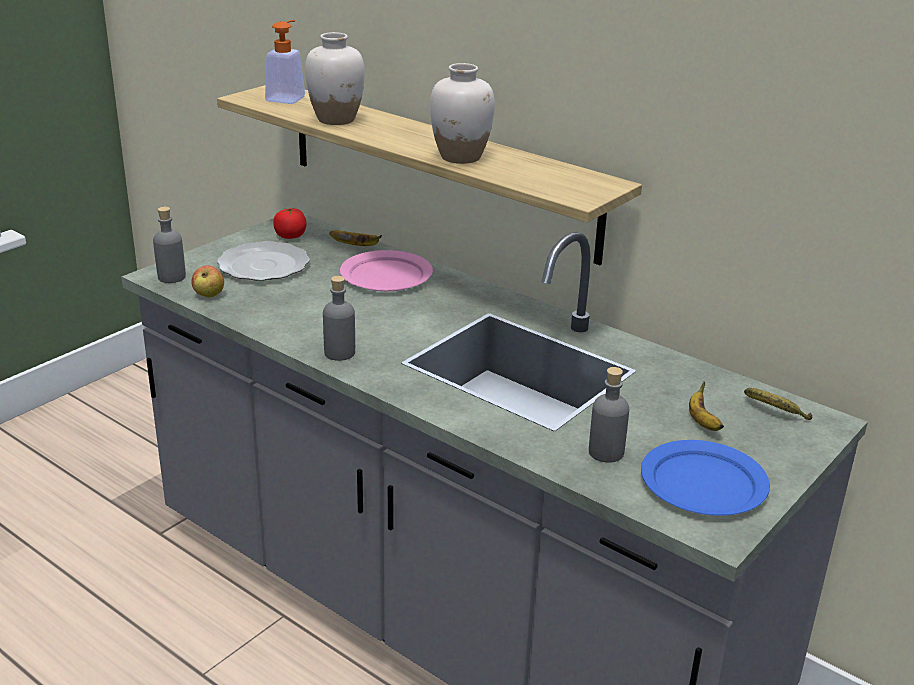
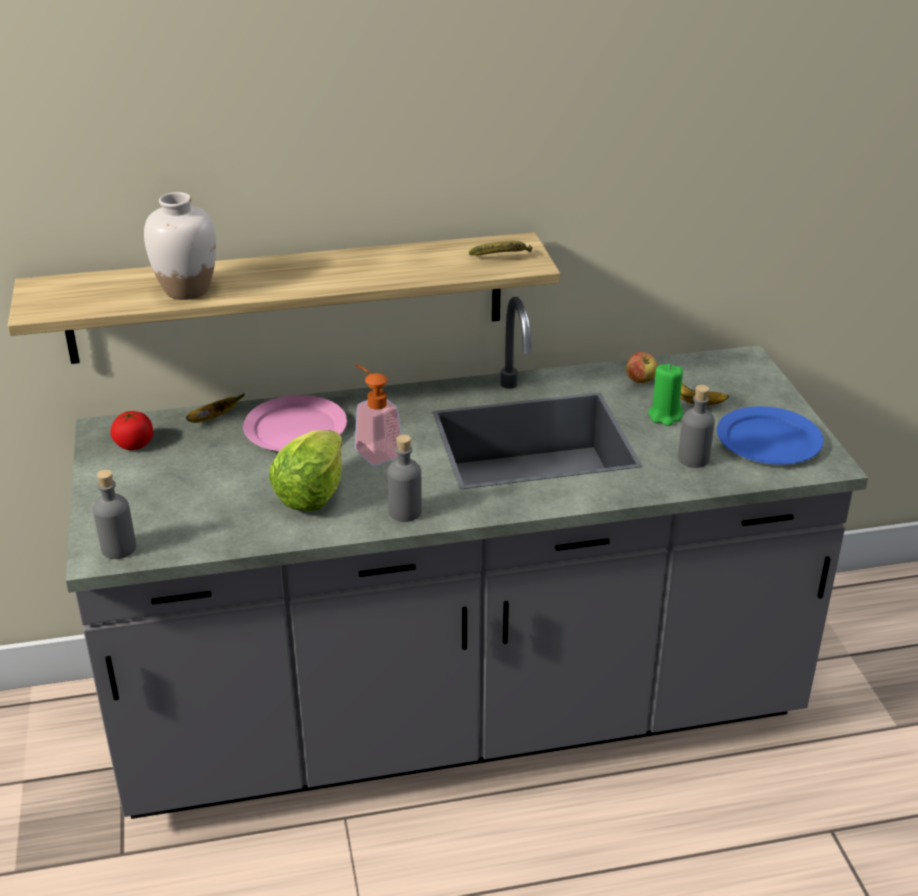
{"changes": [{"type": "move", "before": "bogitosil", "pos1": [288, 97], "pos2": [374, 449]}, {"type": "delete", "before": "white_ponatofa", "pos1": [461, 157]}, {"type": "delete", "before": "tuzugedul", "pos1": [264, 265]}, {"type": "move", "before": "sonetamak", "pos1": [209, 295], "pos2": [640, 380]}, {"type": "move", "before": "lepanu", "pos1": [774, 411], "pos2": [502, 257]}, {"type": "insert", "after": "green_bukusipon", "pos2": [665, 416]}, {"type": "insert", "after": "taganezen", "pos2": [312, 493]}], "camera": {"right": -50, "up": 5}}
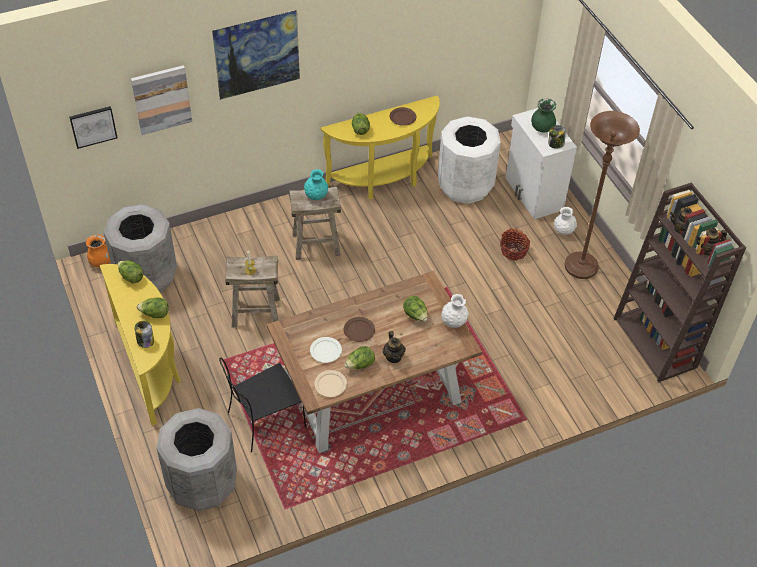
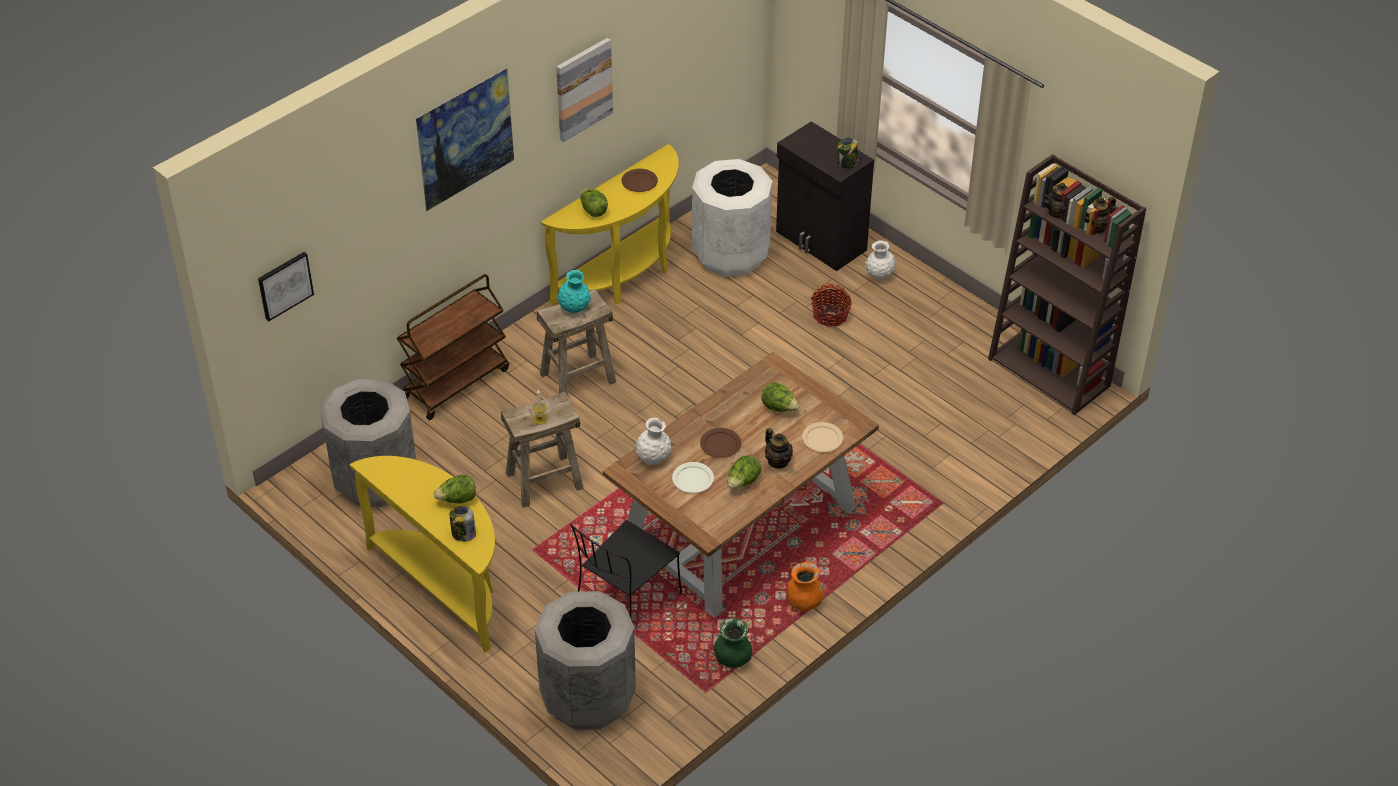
{"changes": [{"type": "move", "before": "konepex", "pos1": [161, 99], "pos2": [583, 88]}, {"type": "move", "before": "green_ponatofa", "pos1": [542, 128], "pos2": [732, 659]}, {"type": "recolor", "before": "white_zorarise", "after": "black_zorarise", "pos1": [533, 194], "pos2": [820, 242]}, {"type": "delete", "before": "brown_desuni", "pos1": [581, 267]}, {"type": "move", "before": "orange_ponatofa", "pos1": [101, 262], "pos2": [804, 602]}, {"type": "delete", "before": "taganezen", "pos1": [131, 277]}, {"type": "move", "before": "white_ponatofa", "pos1": [453, 322], "pos2": [653, 458]}, {"type": "move", "before": "beige_tuzugedul", "pos1": [330, 385], "pos2": [822, 439]}, {"type": "insert", "after": "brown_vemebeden", "pos2": [456, 383]}], "camera": {"right": -20, "up": -5}}
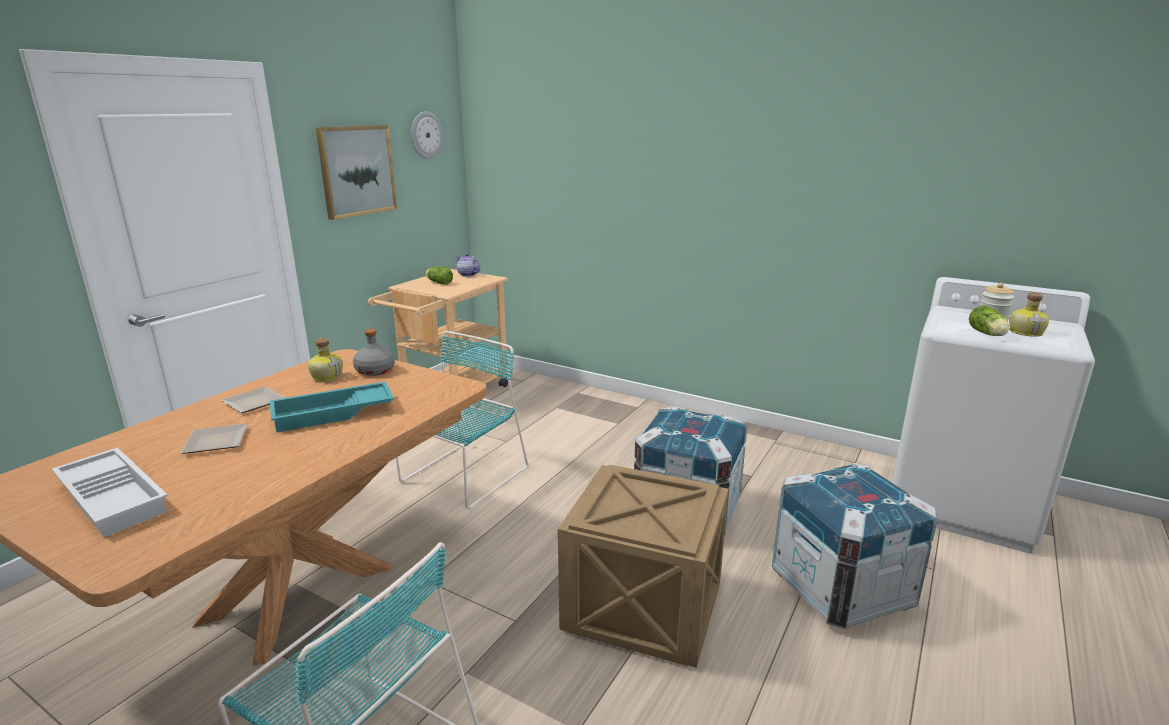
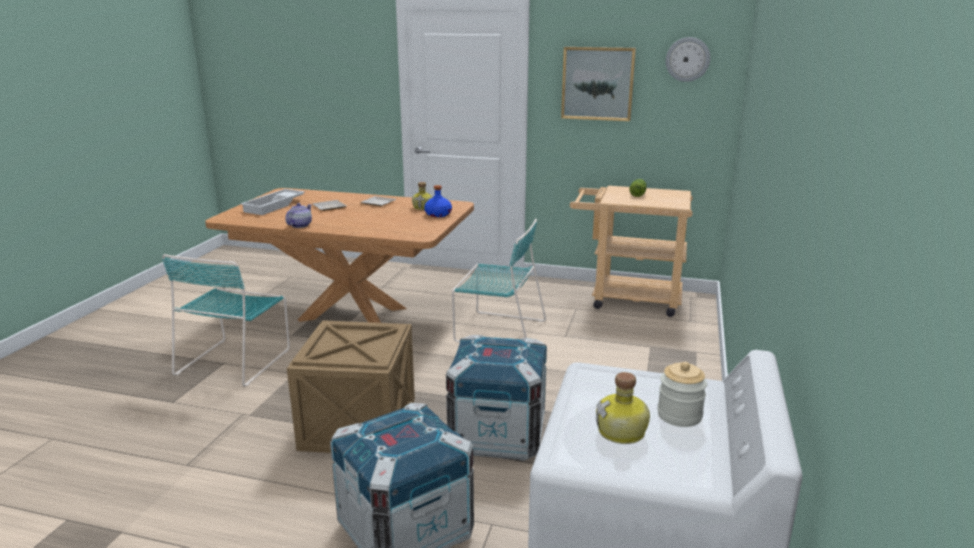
{"changes": [{"type": "move", "before": "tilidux", "pos1": [467, 274], "pos2": [300, 225]}, {"type": "delete", "before": "taganezen", "pos1": [987, 334]}, {"type": "recolor", "before": "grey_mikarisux", "after": "blue_mikarisux", "pos1": [374, 371], "pos2": [438, 214]}, {"type": "delete", "before": "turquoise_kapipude", "pos1": [333, 414]}], "camera": {"right": 75, "up": 0}}
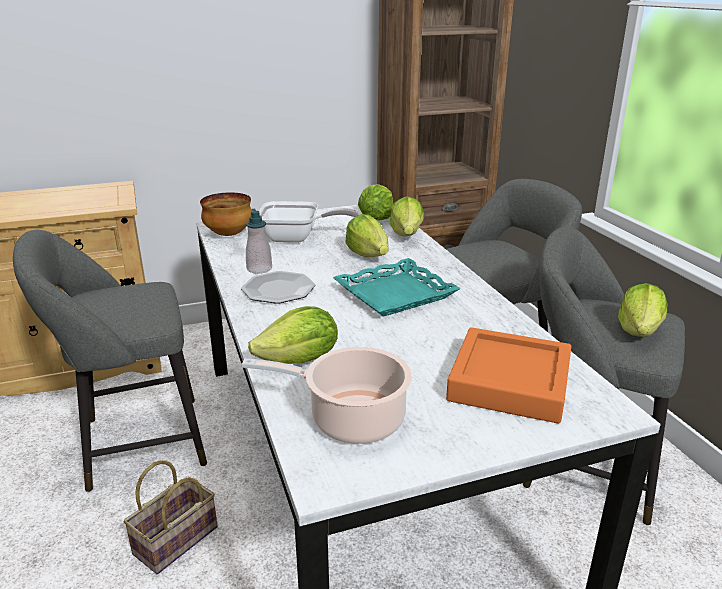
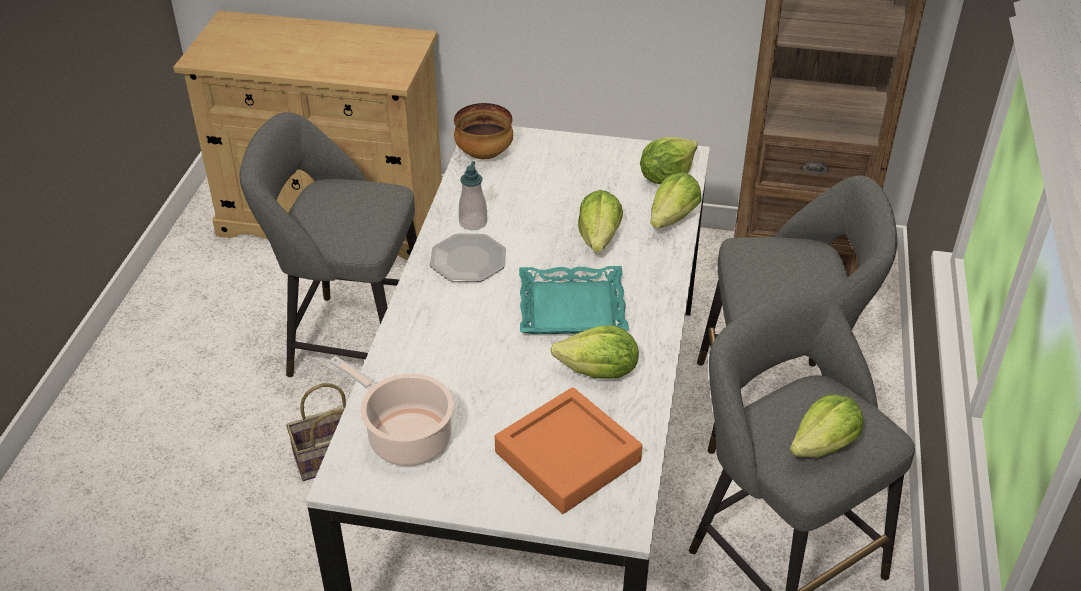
{"changes": [{"type": "delete", "before": "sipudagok", "pos1": [297, 238]}, {"type": "move", "before": "taganezen", "pos1": [300, 361], "pos2": [599, 372]}], "camera": {"right": 30, "up": 15}}
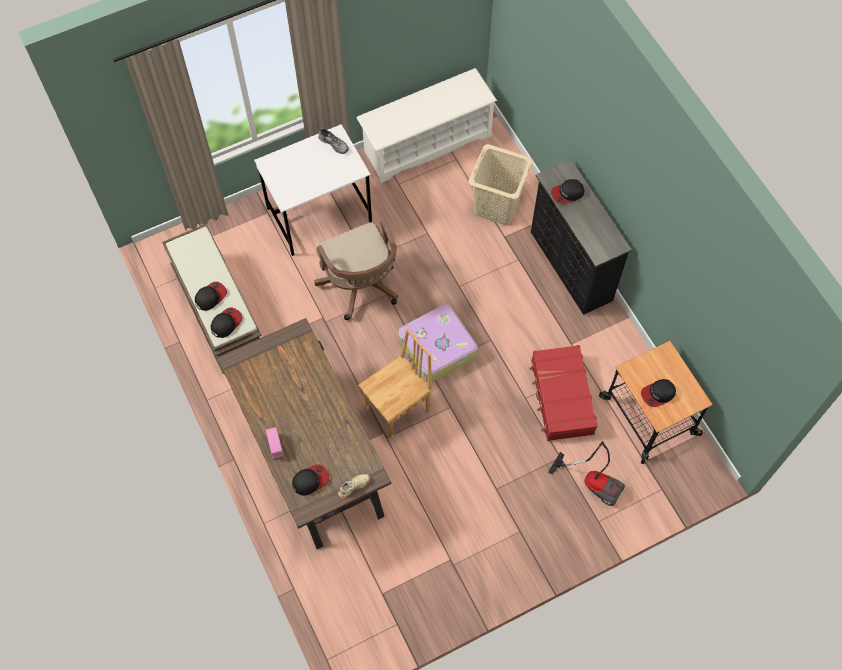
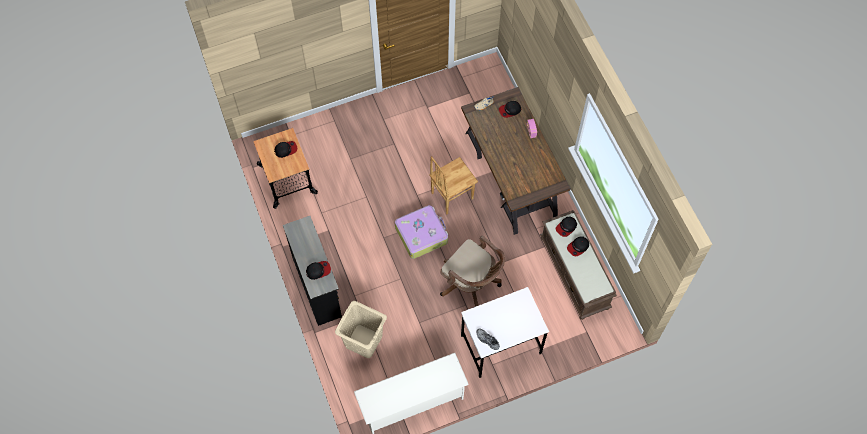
{"changes": [{"type": "rotate", "before": "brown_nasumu", "pos1": [361, 286], "pos2": [471, 284], "turn": 150}, {"type": "delete", "before": "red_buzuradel", "pos1": [561, 397]}, {"type": "delete", "before": "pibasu", "pos1": [593, 481]}], "camera": {"right": -175, "up": 0}}
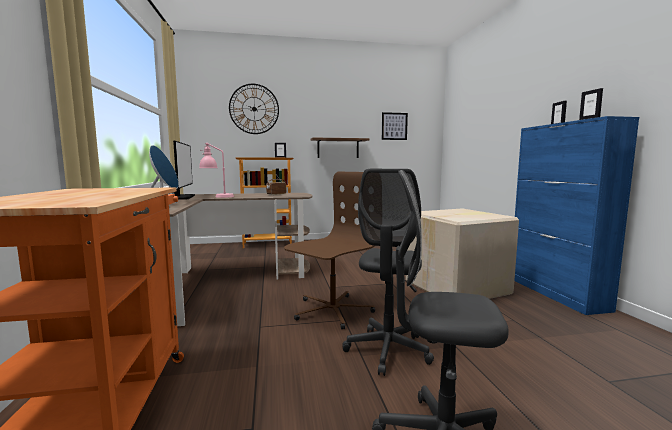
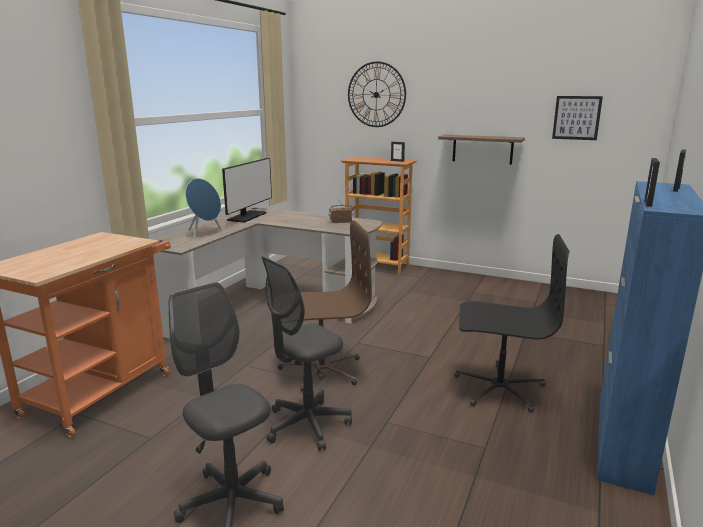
{"changes": [{"type": "delete", "before": "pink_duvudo", "pos1": [217, 196]}, {"type": "replace", "before": "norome", "after": "black_nasumu", "pos1": [458, 287], "pos2": [499, 388]}], "camera": {"right": 35, "up": 10}}
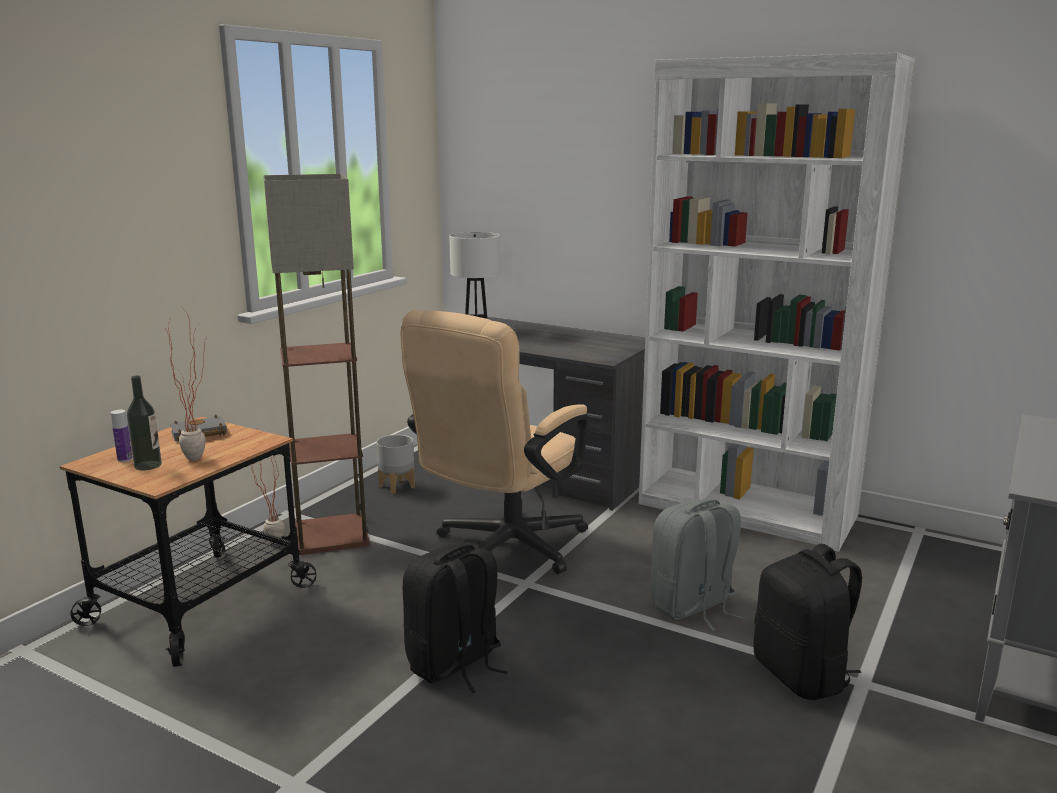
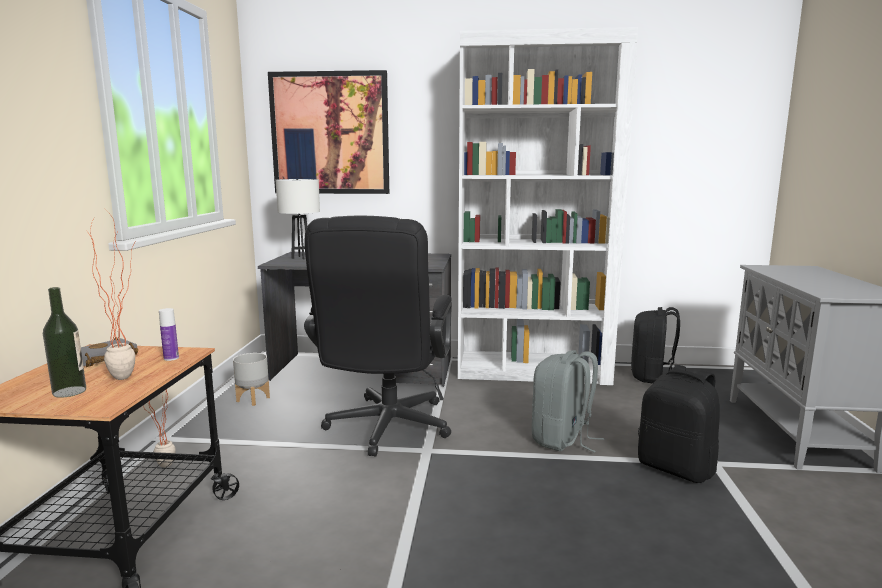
{"changes": [{"type": "delete", "before": "desuni", "pos1": [332, 534]}, {"type": "recolor", "before": "beige_nasumu", "after": "black_nasumu", "pos1": [502, 550], "pos2": [385, 430]}, {"type": "move", "before": "mikarisux", "pos1": [125, 459], "pos2": [171, 358]}, {"type": "move", "before": "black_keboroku", "pos1": [455, 664], "pos2": [652, 377]}, {"type": "insert", "after": "konepex", "pos2": [330, 133]}], "camera": {"right": -25, "up": -5}}
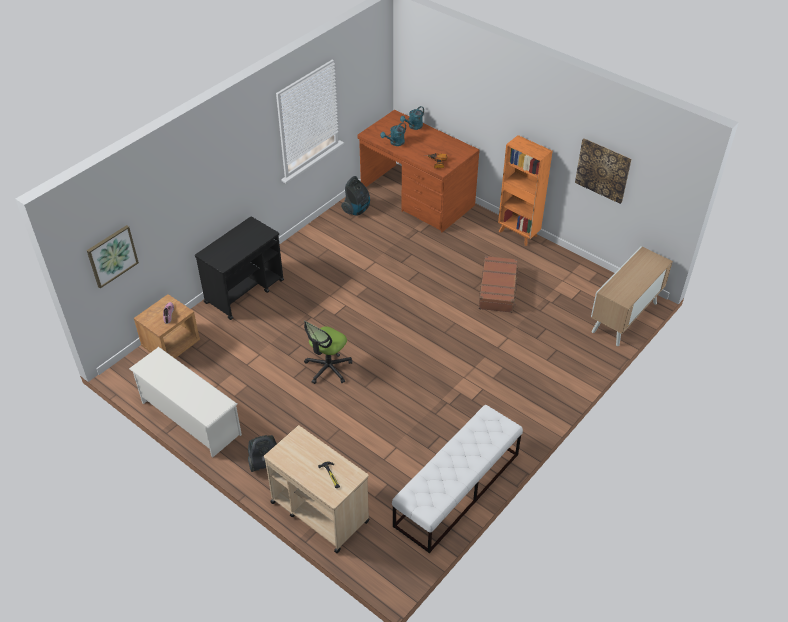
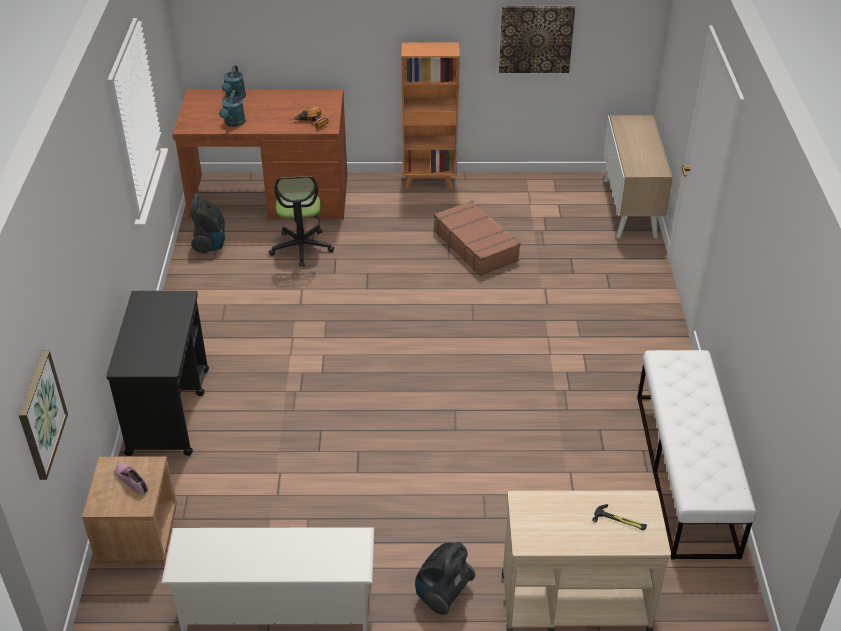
{"changes": [{"type": "move", "before": "nasumu", "pos1": [328, 368], "pos2": [301, 248]}], "camera": {"right": -40, "up": -5}}
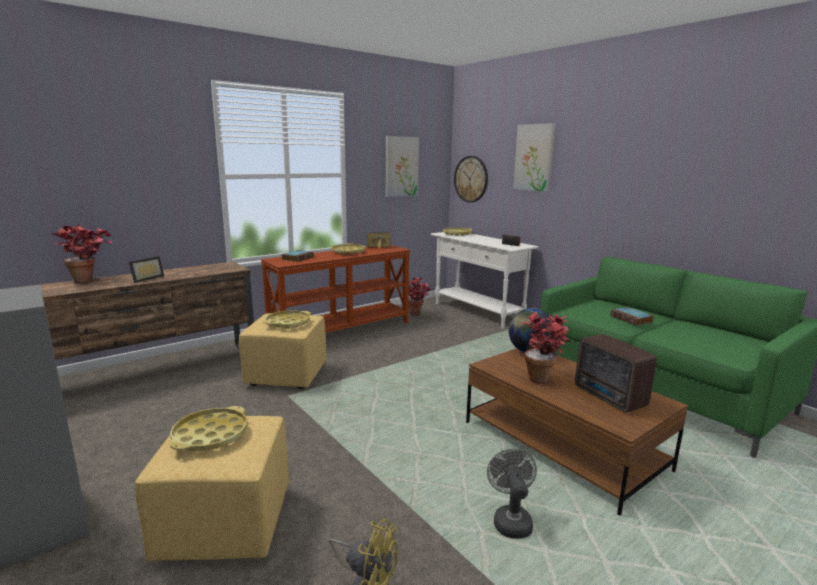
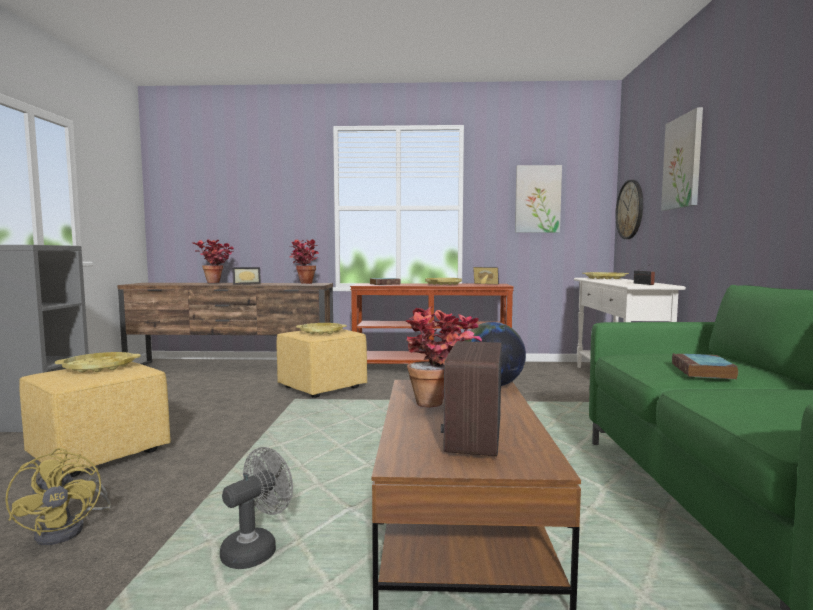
{"changes": [{"type": "move", "before": "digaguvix", "pos1": [416, 314], "pos2": [304, 283]}], "camera": {"right": 40, "up": -10}}
